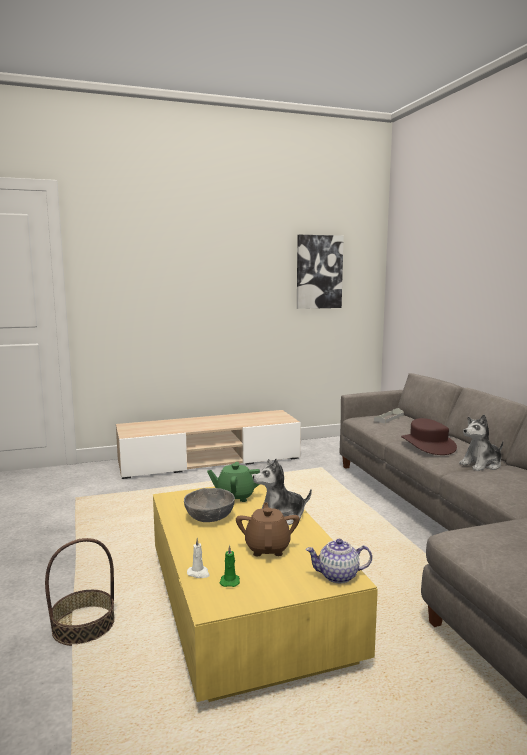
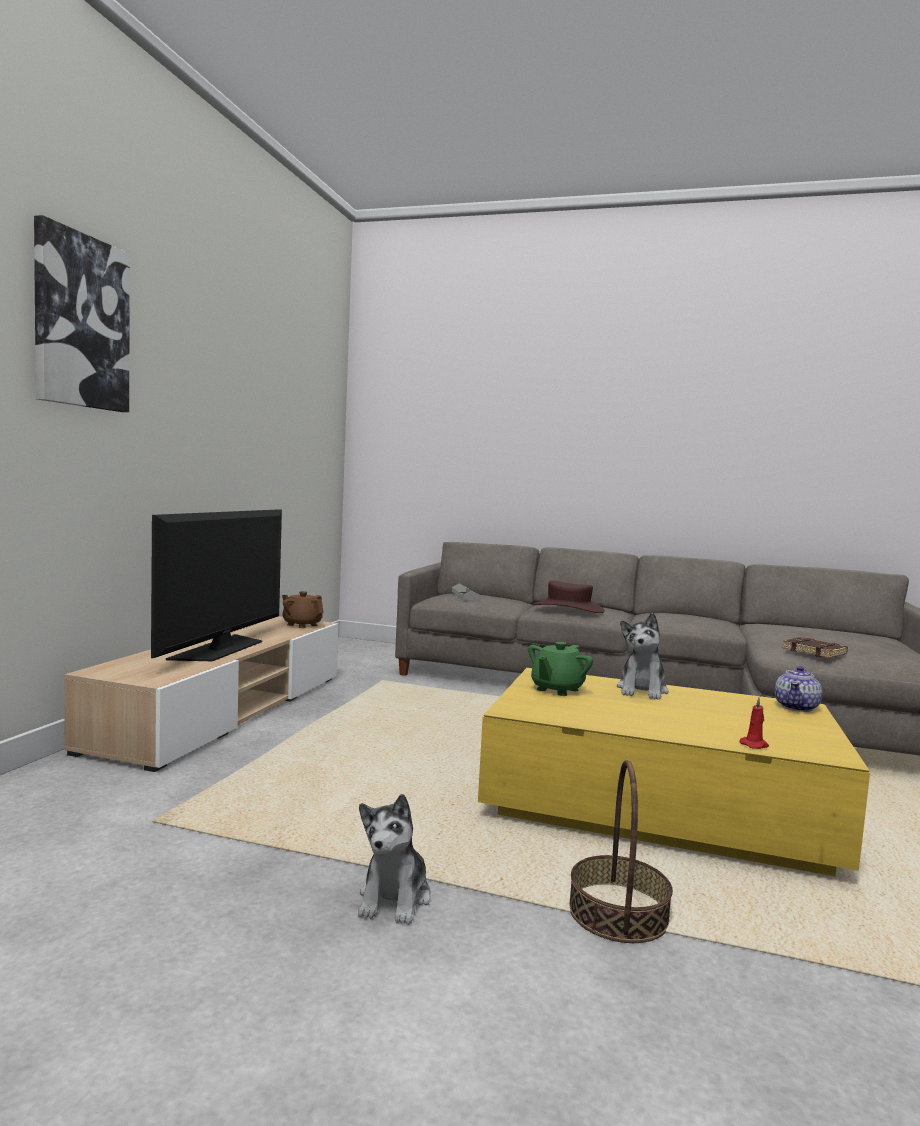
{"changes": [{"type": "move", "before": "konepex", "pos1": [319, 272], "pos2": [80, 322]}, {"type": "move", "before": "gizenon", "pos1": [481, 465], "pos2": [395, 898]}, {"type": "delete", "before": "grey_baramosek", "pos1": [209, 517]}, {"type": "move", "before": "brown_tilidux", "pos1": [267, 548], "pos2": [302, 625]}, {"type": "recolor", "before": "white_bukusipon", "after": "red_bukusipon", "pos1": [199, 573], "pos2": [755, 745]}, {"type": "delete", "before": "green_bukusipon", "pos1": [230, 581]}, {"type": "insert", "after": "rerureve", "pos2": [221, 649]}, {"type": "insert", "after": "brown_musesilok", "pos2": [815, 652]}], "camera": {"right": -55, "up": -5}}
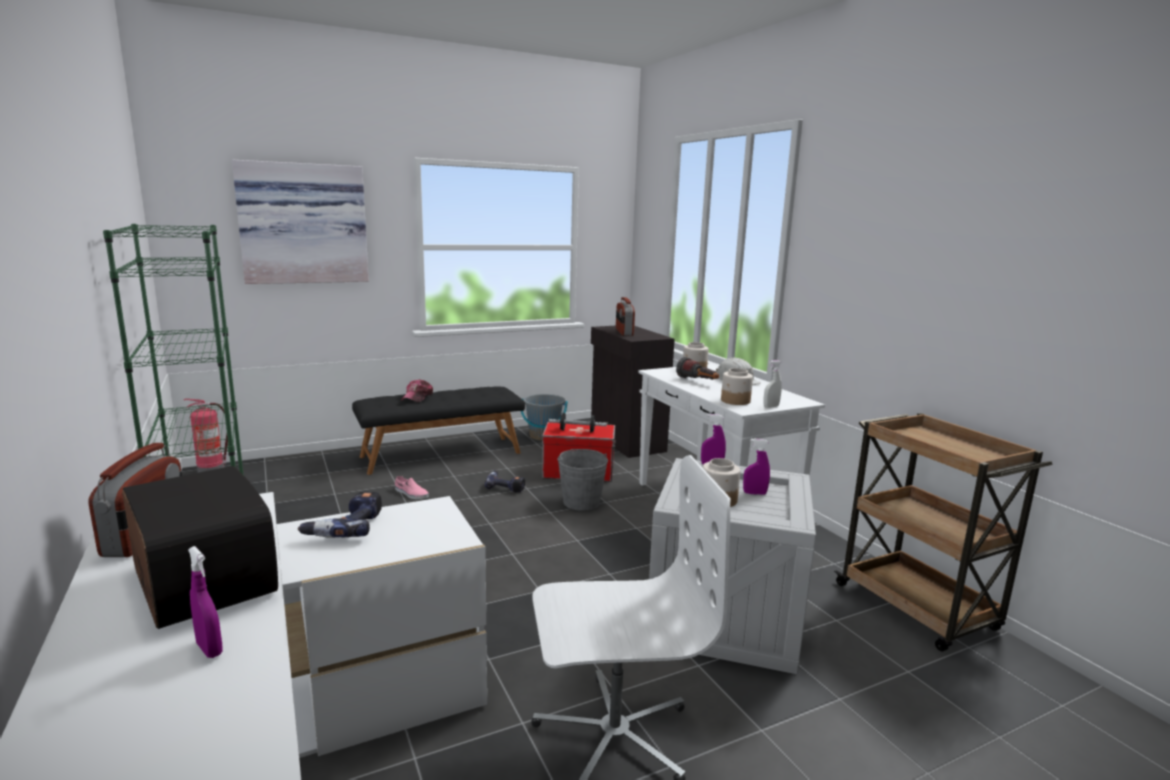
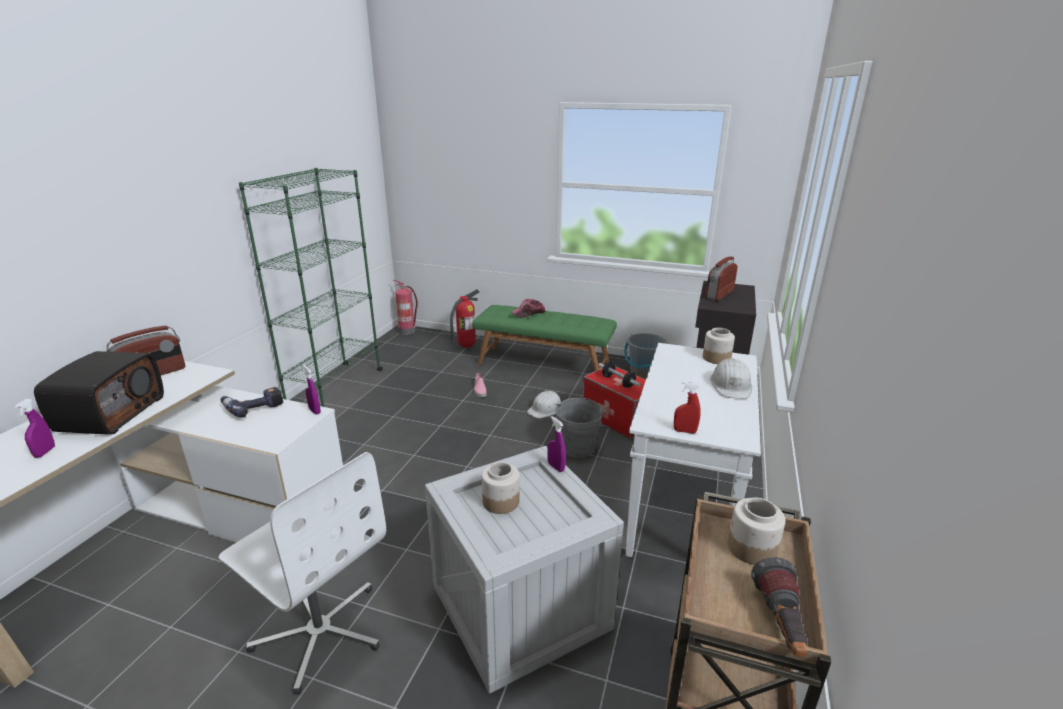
{"changes": [{"type": "delete", "before": "konepex", "pos1": [303, 223]}, {"type": "move", "before": "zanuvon", "pos1": [698, 382], "pos2": [780, 624]}, {"type": "recolor", "before": "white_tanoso", "after": "red_tanoso", "pos1": [771, 406], "pos2": [684, 431]}, {"type": "move", "before": "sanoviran", "pos1": [735, 401], "pos2": [751, 548]}, {"type": "recolor", "before": "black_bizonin", "after": "green_bizonin", "pos1": [441, 454], "pos2": [544, 364]}, {"type": "move", "before": "purple_tanoso", "pos1": [754, 493], "pos2": [314, 411]}, {"type": "replace", "before": "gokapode", "after": "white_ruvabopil", "pos1": [505, 486], "pos2": [545, 409]}, {"type": "insert", "after": "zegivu", "pos2": [466, 346]}], "camera": {"right": 45, "up": 10}}
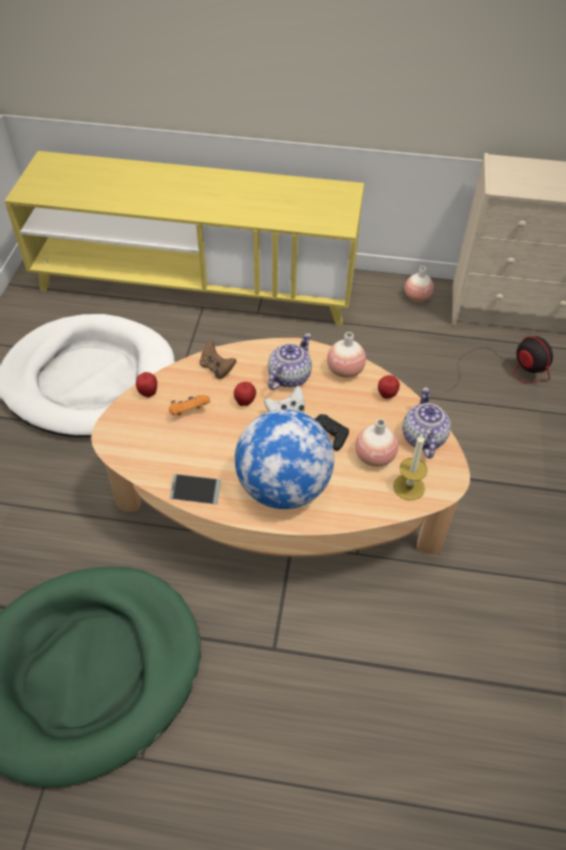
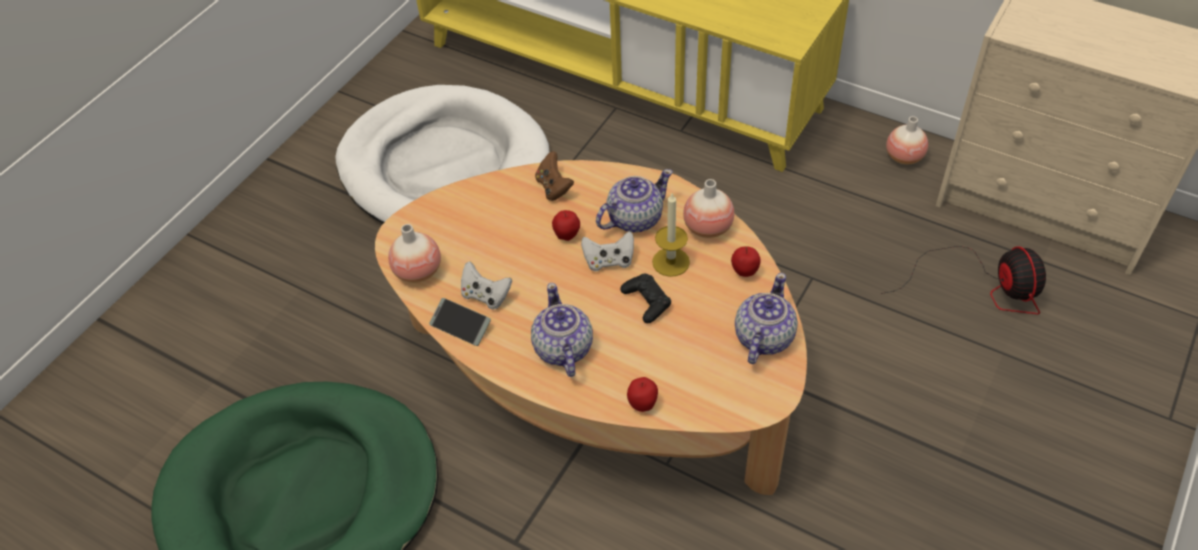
{"changes": [{"type": "move", "before": "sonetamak", "pos1": [148, 393], "pos2": [642, 404]}, {"type": "delete", "before": "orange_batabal", "pos1": [189, 412]}, {"type": "replace", "before": "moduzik", "after": "tilidux", "pos1": [284, 487], "pos2": [562, 349]}, {"type": "move", "before": "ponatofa", "pos1": [374, 456], "pos2": [418, 271]}, {"type": "move", "before": "bukusipon", "pos1": [408, 487], "pos2": [671, 262]}, {"type": "insert", "after": "white_batabal", "pos2": [486, 296]}], "camera": {"right": 25, "up": 0}}
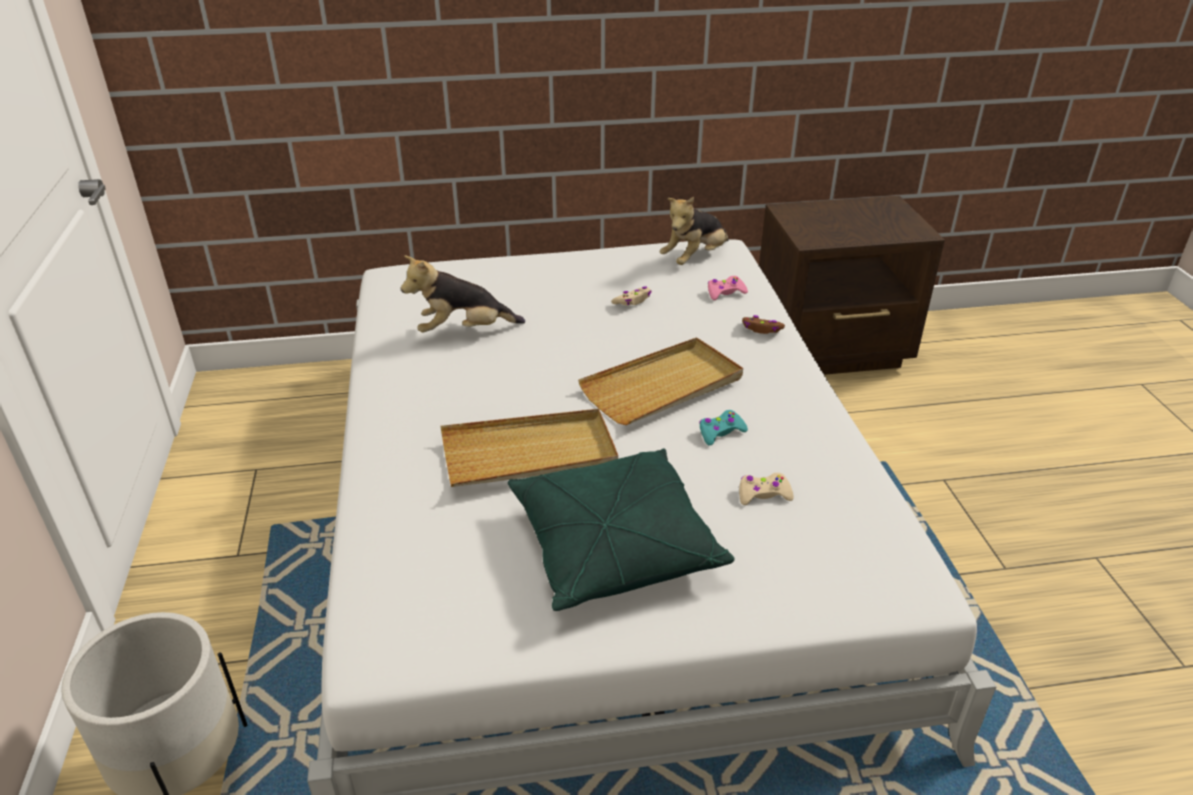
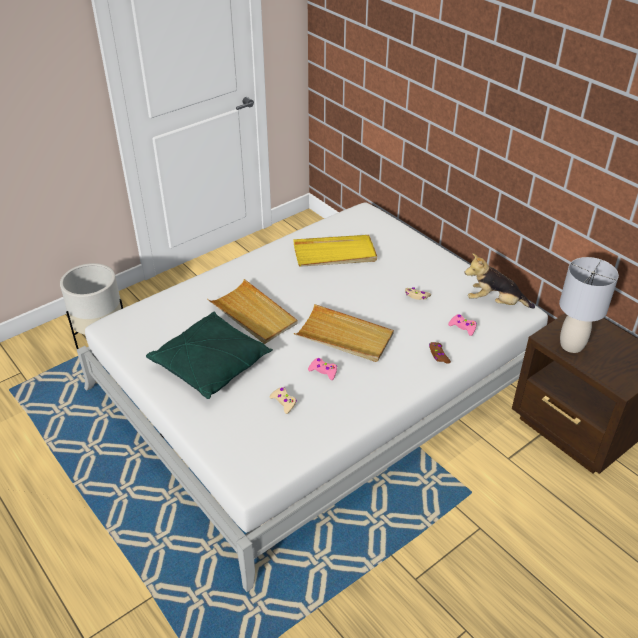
{"changes": [{"type": "replace", "before": "gizenon", "after": "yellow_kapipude", "pos1": [463, 331], "pos2": [335, 254]}, {"type": "recolor", "before": "turquoise_batabal", "after": "pink_batabal", "pos1": [720, 432], "pos2": [323, 371]}, {"type": "insert", "after": "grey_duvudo", "pos2": [571, 345]}], "camera": {"right": 60, "up": 5}}
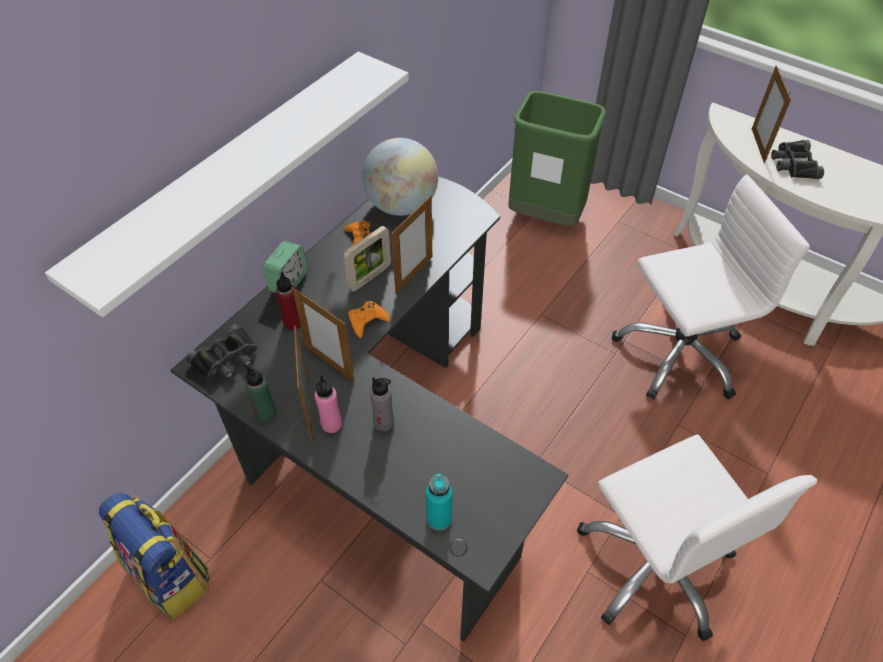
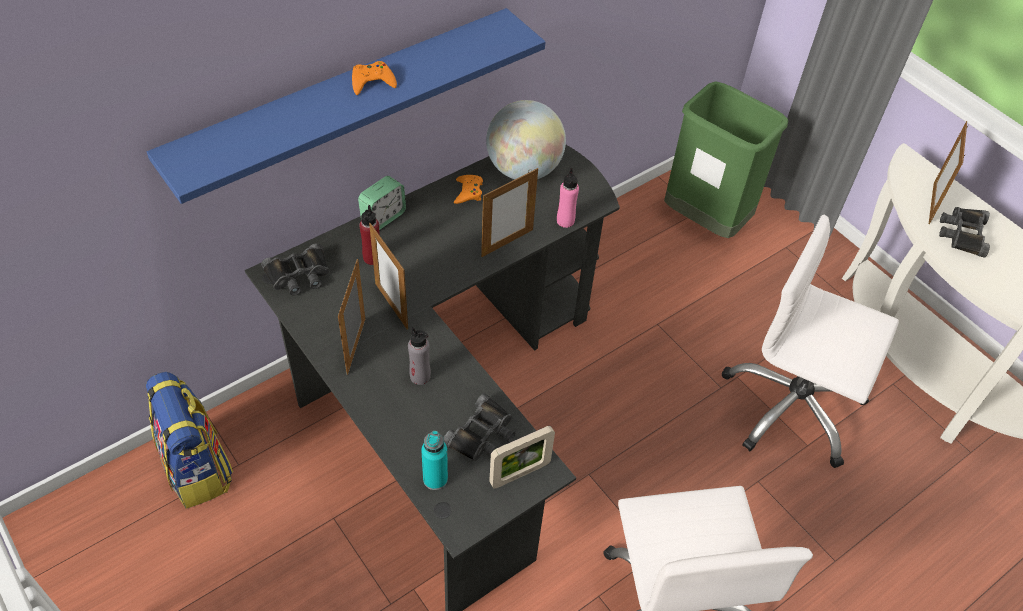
{"changes": [{"type": "recolor", "before": "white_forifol", "after": "blue_forifol", "pos1": [231, 176], "pos2": [344, 102]}, {"type": "rotate", "before": "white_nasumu", "pos1": [678, 352], "pos2": [792, 406], "turn": -150}, {"type": "move", "before": "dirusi", "pos1": [370, 277], "pos2": [520, 474]}, {"type": "move", "before": "orange_batabal", "pos1": [367, 321], "pos2": [372, 82]}, {"type": "delete", "before": "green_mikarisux", "pos1": [266, 414]}, {"type": "move", "before": "pink_mikarisux", "pos1": [331, 424], "pos2": [565, 221]}, {"type": "insert", "after": "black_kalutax", "pos2": [483, 435]}], "camera": {"right": 15, "up": 0}}
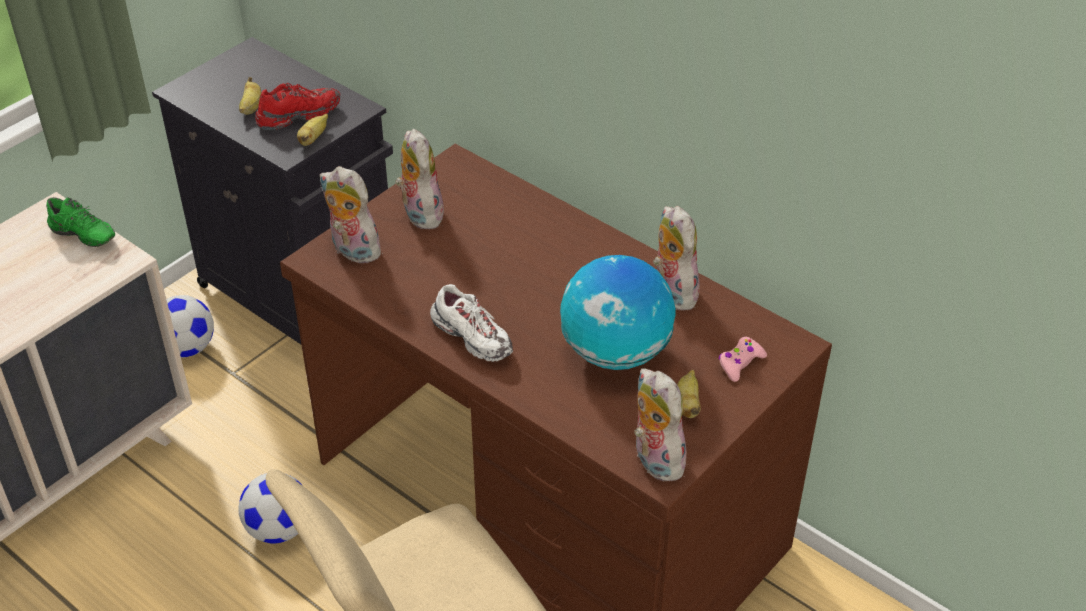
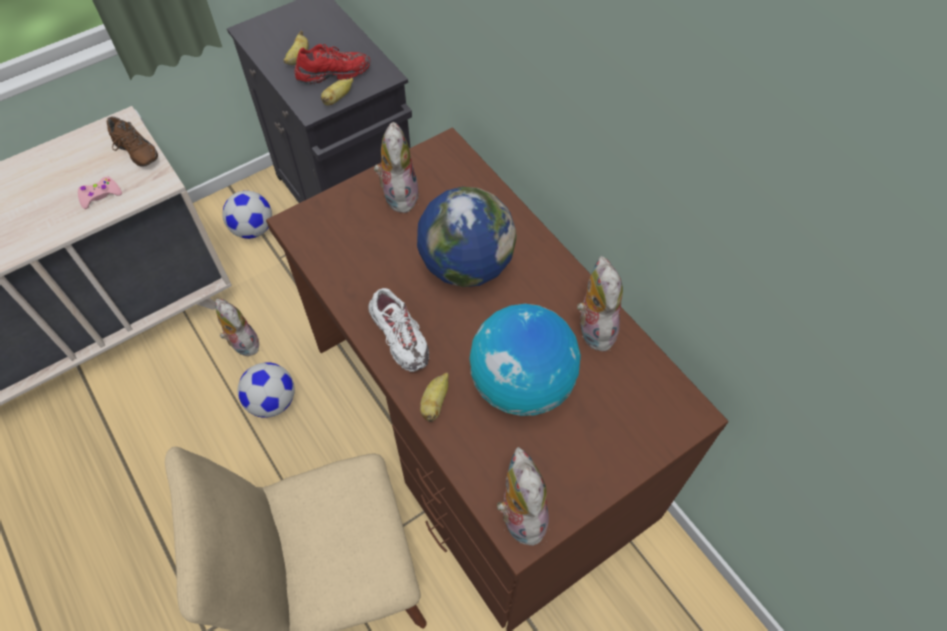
{"changes": [{"type": "move", "before": "gizenon", "pos1": [352, 251], "pos2": [242, 343]}, {"type": "recolor", "before": "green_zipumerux", "after": "brown_zipumerux", "pos1": [81, 237], "pos2": [135, 153]}, {"type": "move", "before": "pink_batabal", "pos1": [740, 363], "pos2": [100, 195]}, {"type": "move", "before": "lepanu", "pos1": [687, 404], "pos2": [435, 402]}, {"type": "insert", "after": "moduzik", "pos2": [466, 266]}], "camera": {"right": 15, "up": 15}}
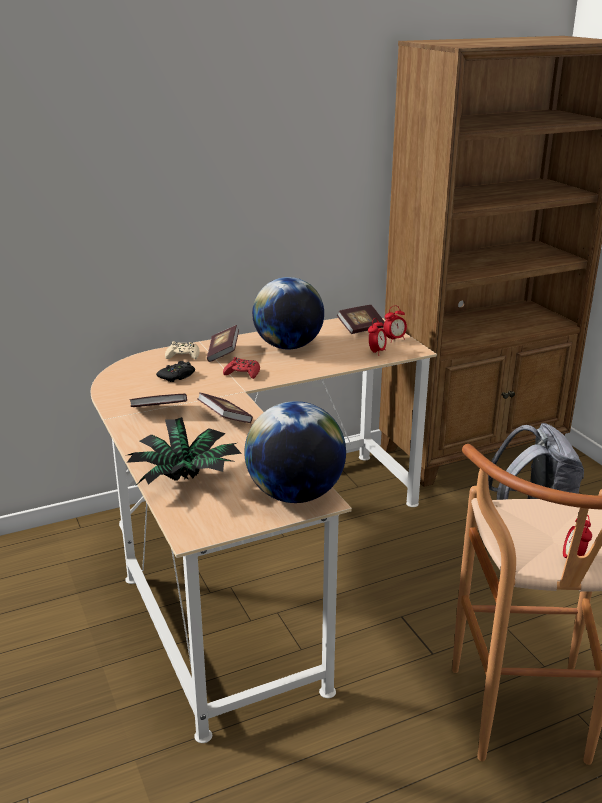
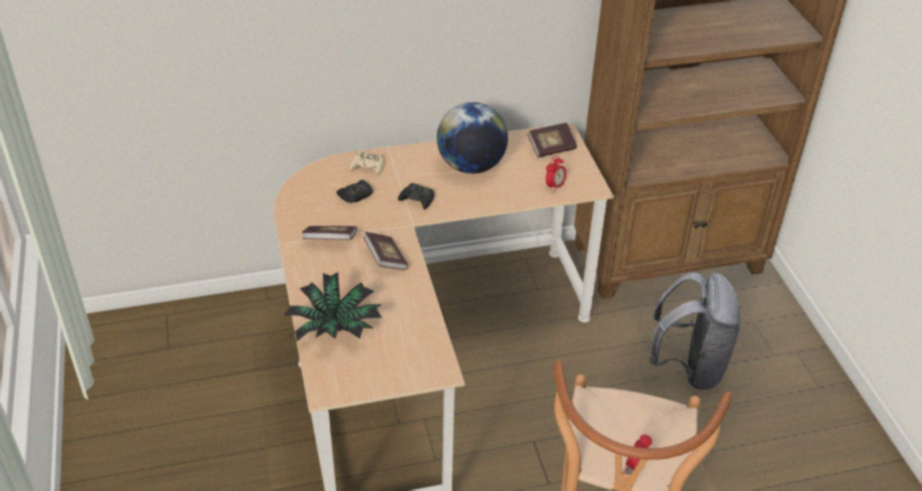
{"changes": [{"type": "delete", "before": "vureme", "pos1": [394, 339]}, {"type": "delete", "before": "musesilok", "pos1": [223, 353]}, {"type": "recolor", "before": "red_batabal", "after": "black_batabal", "pos1": [242, 373], "pos2": [417, 199]}, {"type": "delete", "before": "moduzik", "pos1": [295, 494]}], "camera": {"right": 10, "up": 15}}
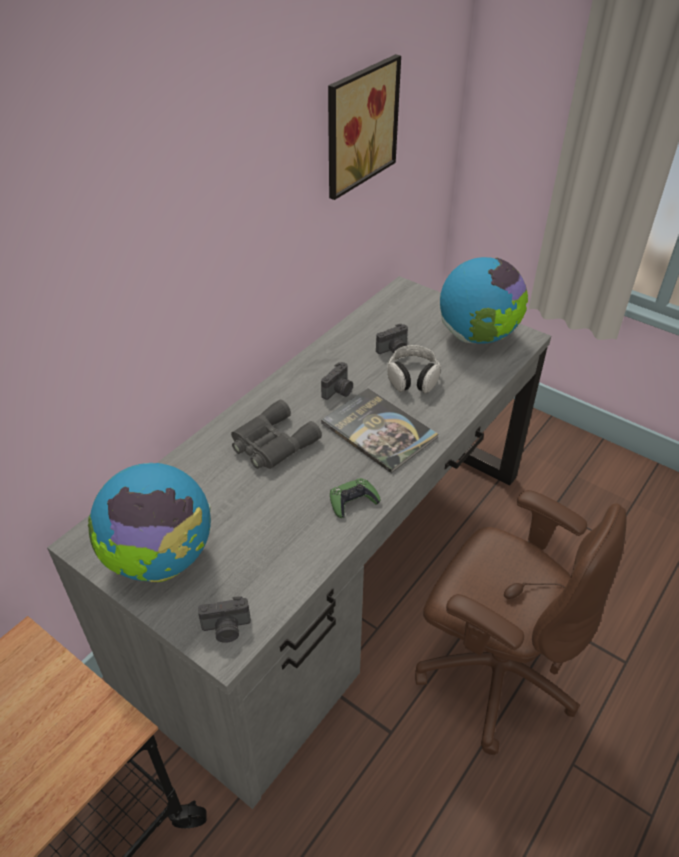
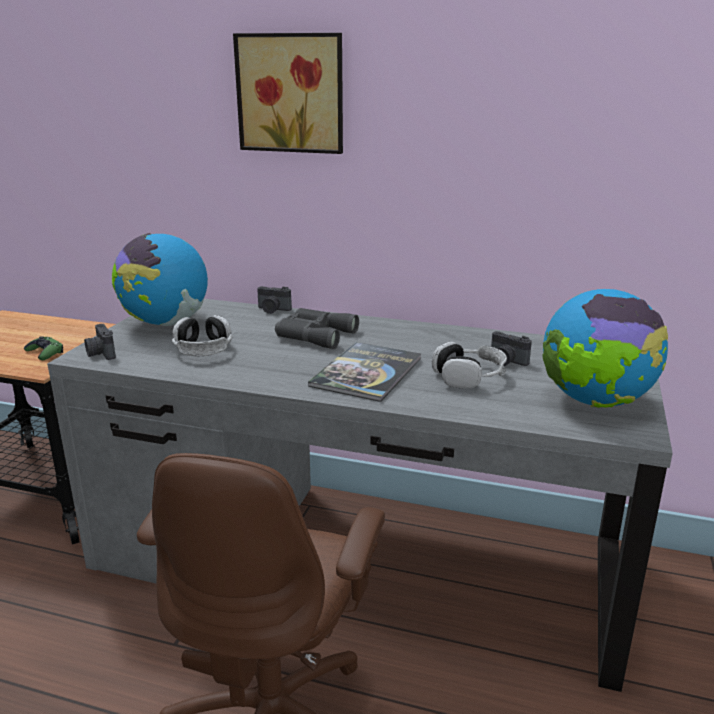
{"changes": [{"type": "move", "before": "konepex", "pos1": [358, 125], "pos2": [291, 93]}, {"type": "move", "before": "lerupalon", "pos1": [339, 391], "pos2": [273, 310]}, {"type": "move", "before": "green_batabal", "pos1": [353, 501], "pos2": [45, 352]}, {"type": "insert", "after": "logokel", "pos2": [203, 349]}], "camera": {"right": 70, "up": -20}}
